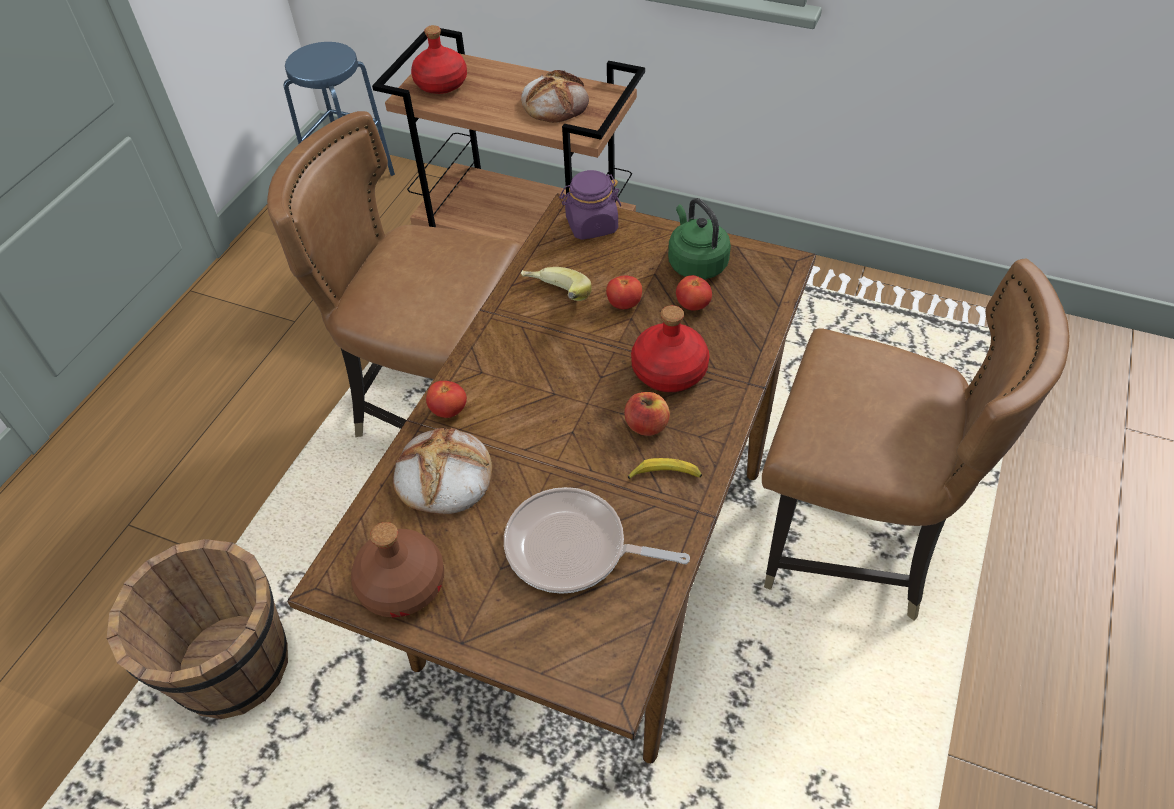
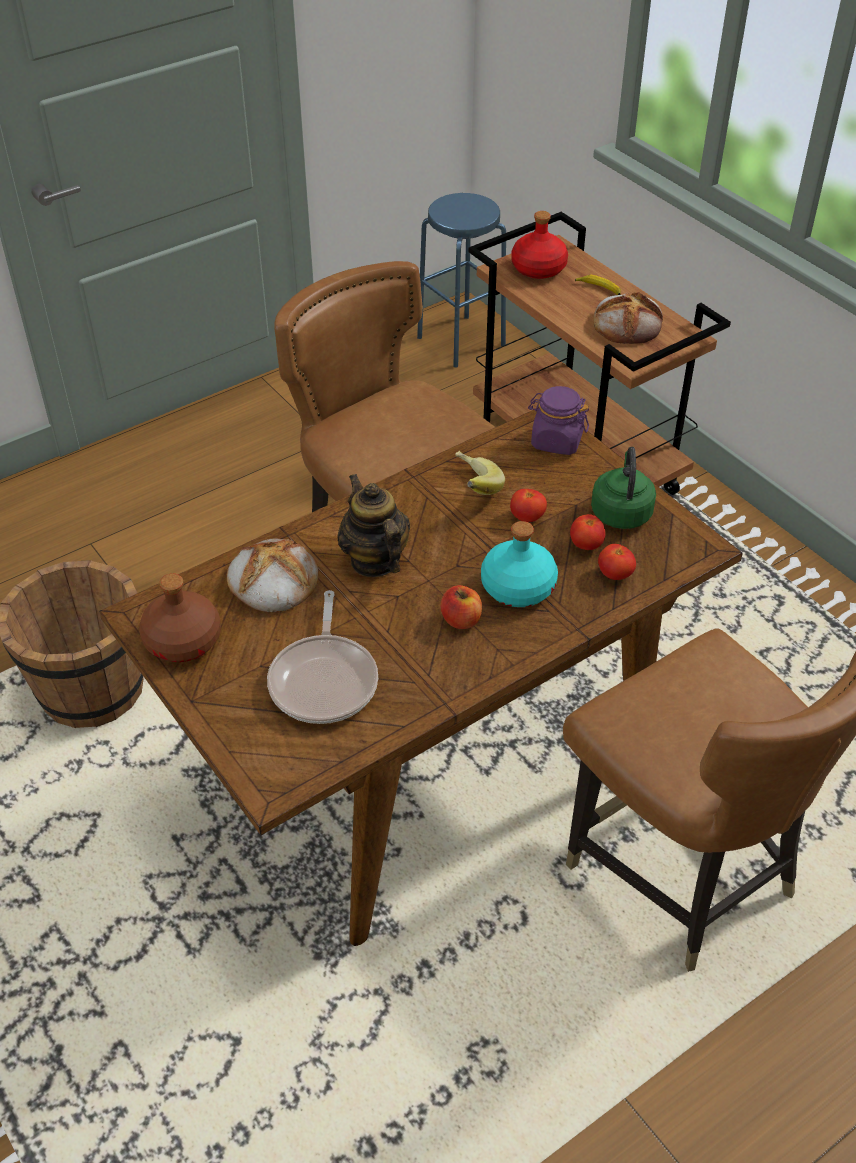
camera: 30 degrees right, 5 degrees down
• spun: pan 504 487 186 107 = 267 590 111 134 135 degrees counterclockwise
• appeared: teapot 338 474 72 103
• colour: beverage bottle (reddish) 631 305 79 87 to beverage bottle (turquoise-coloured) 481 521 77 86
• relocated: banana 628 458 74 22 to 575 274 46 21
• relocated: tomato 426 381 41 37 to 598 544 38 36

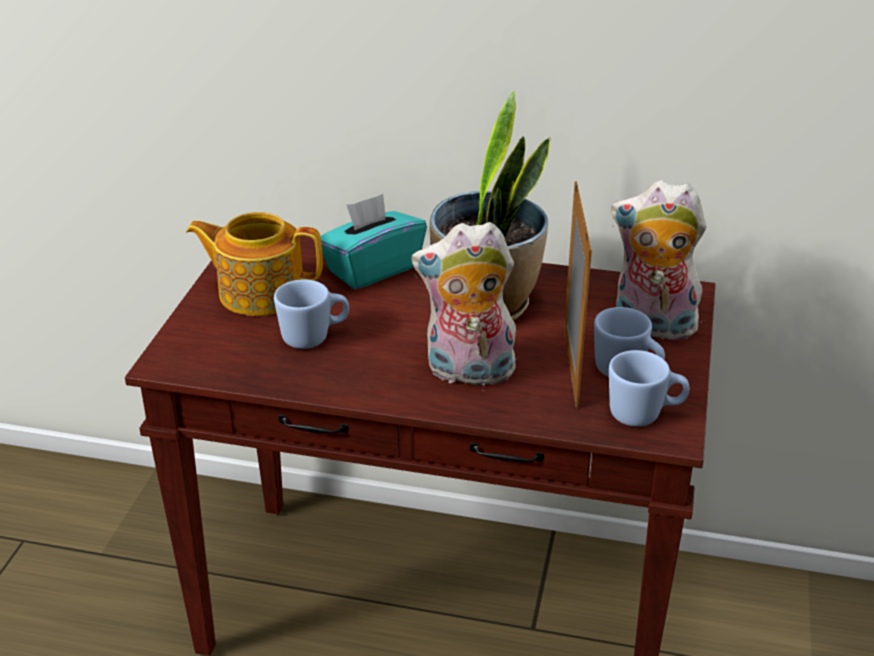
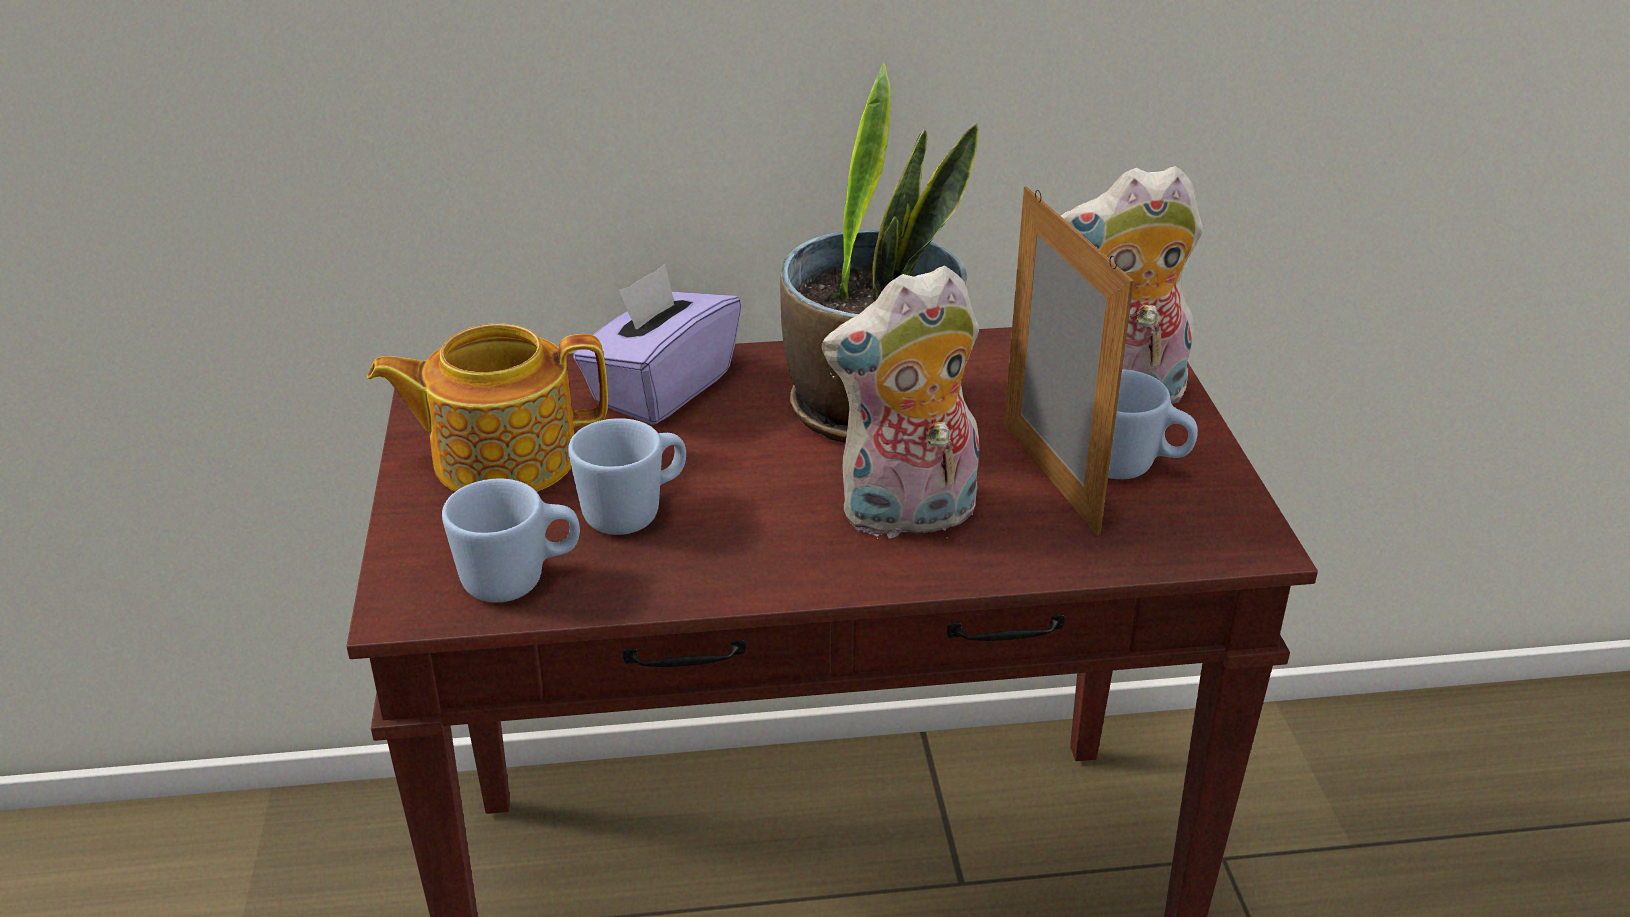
camera: 20 degrees left, 0 degrees up
• relocated: coffee mug (blue-coloured) 609 350 80 77 to 442 479 138 124
• colour: tissue box (turquoise-coloured) 320 194 107 95 to tissue box (purple-coloured) 573 264 169 161

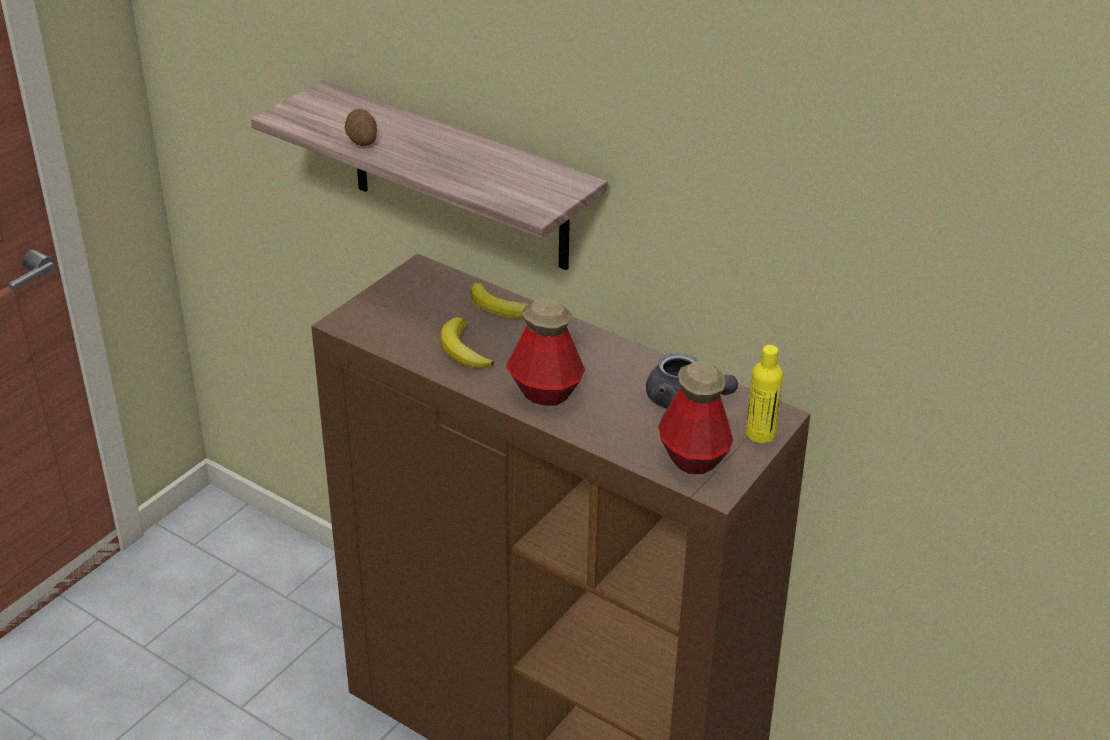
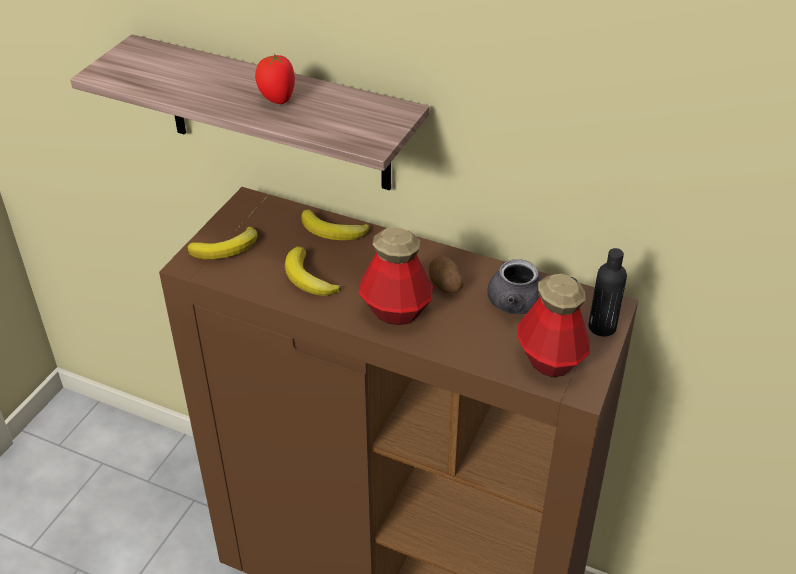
camera: 10 degrees left, 5 degrees up
• appeared: banana 187 227 71 32
• appeared: tomato 255 53 40 51
• relocated: potato 344 109 33 37 to 429 256 35 38
• colour: beverage bottle (yellow) 745 345 38 98 to beverage bottle (blackish) 589 248 38 89

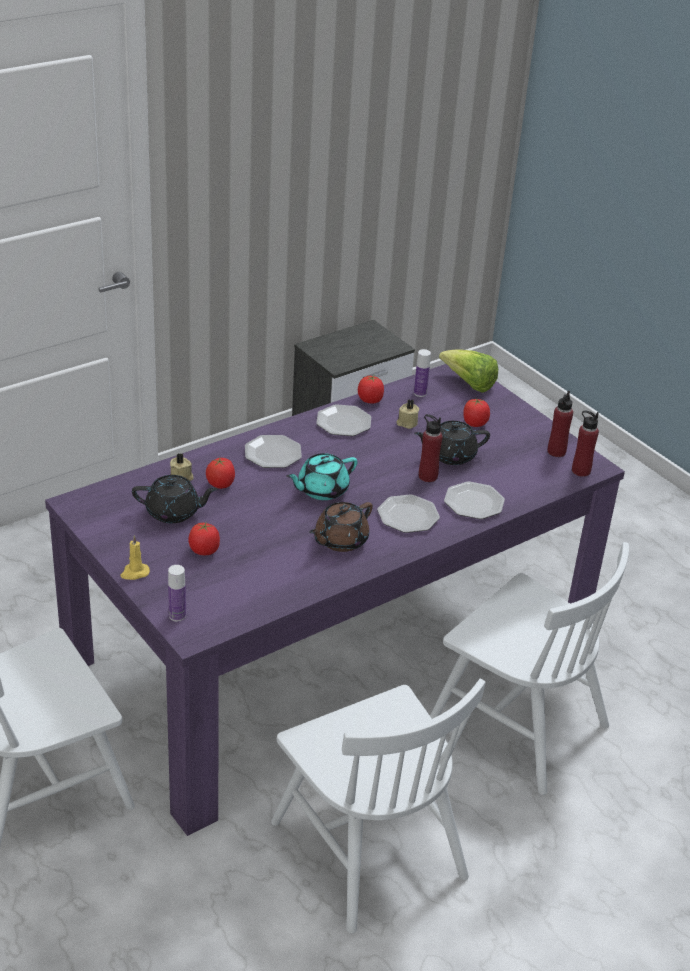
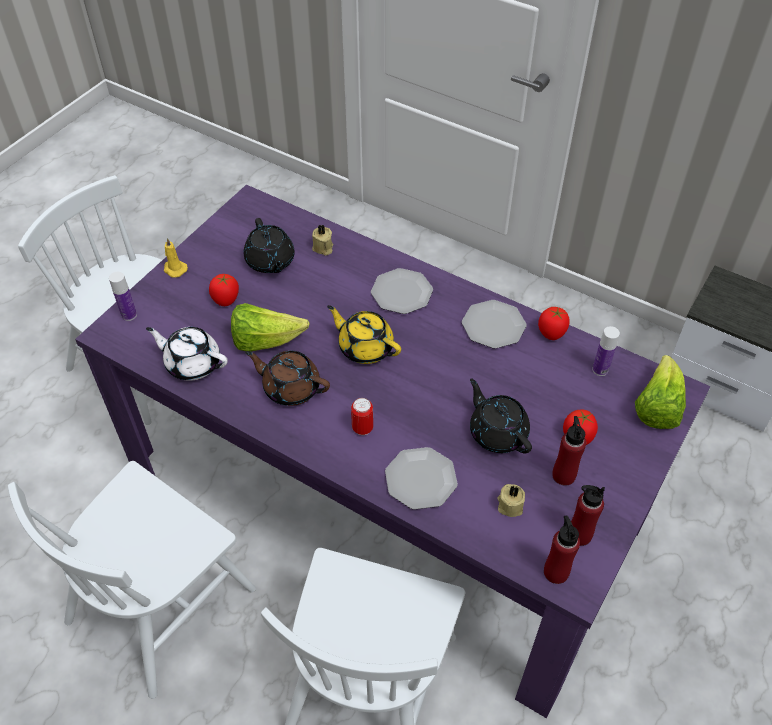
camera: 70 degrees right, 15 degrees up
• appeared: teapot (whitish) 146 327 82 54
• appeared: lettuce head 231 303 79 49
• colour: teapot (turquoise-coloured) 286 453 72 47 to teapot (yellow) 327 305 74 59
• exchanged: plate 377 494 63 39 to can 351 398 22 37
• relocated: candle (beige-coloured) 396 399 23 30 to 497 484 28 33
• relocated: beverage bottle (reddish) 419 414 24 68 to 552 416 34 70
• missing: tomato 206 458 29 31

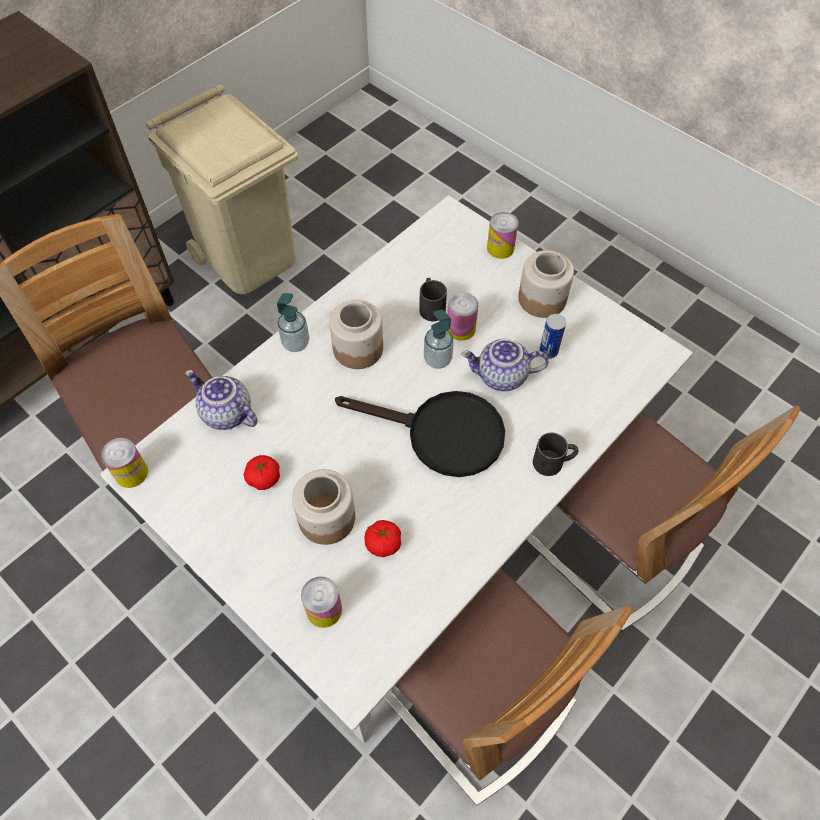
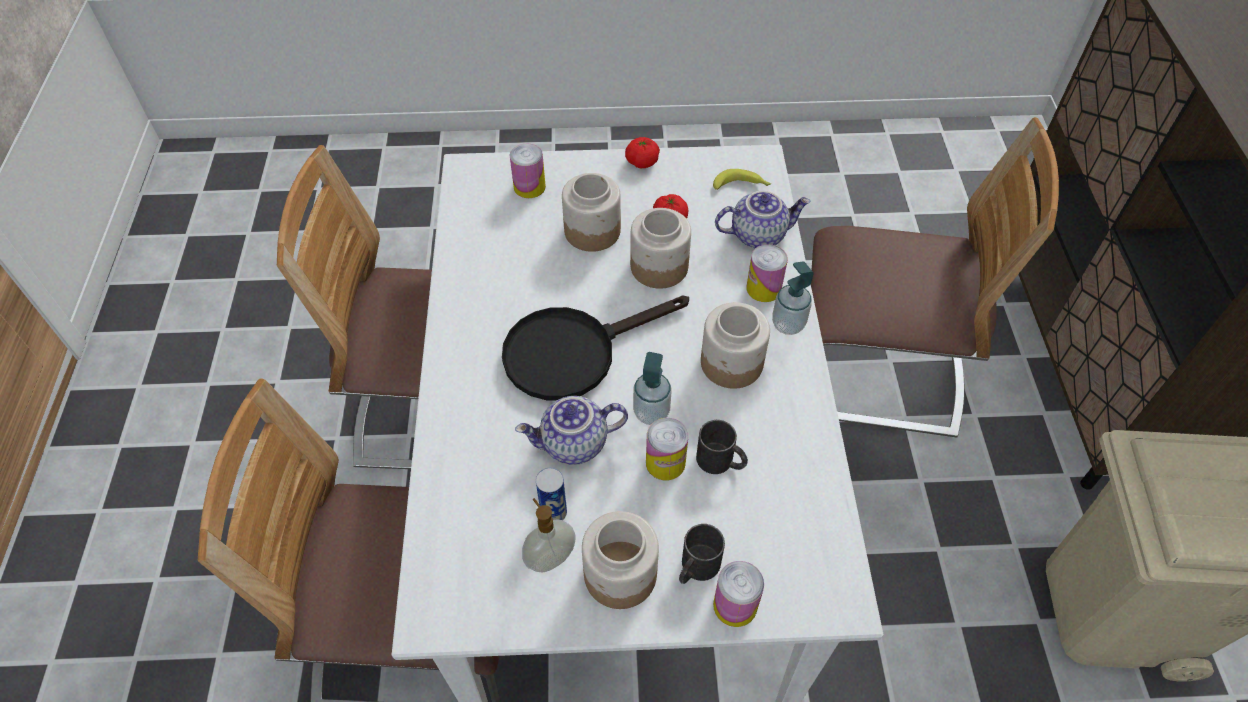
camera: 135 degrees right, 5 degrees down
• spun: teapot 461 339 87 52 = 515 396 113 69 150 degrees counterclockwise
• appeared: soap dispenser 522 498 54 74
• relocated: tomato 364 520 37 37 to 625 137 35 31
• appeared: jar 630 208 61 81
• relocated: coffee mug (blackish) 533 432 46 44 to 679 524 46 60
• appeared: banana 713 169 58 21
• relocated: can 101 438 47 50 to 746 244 42 58

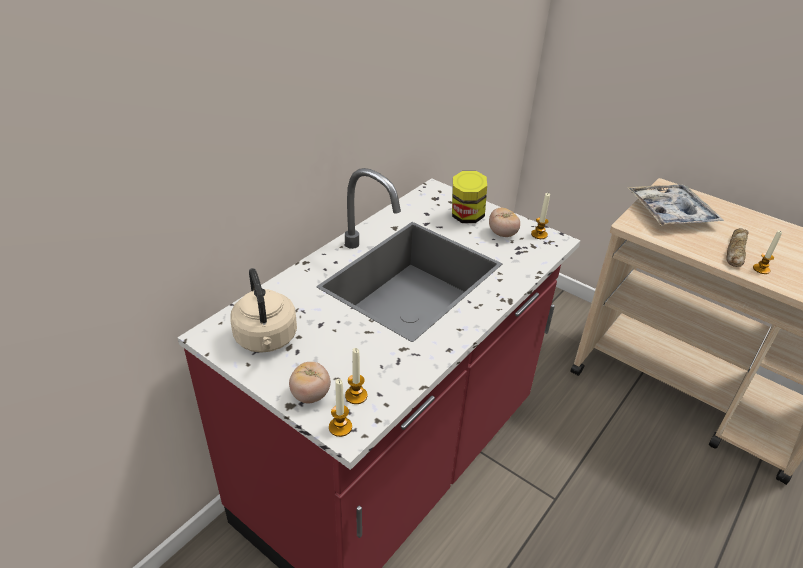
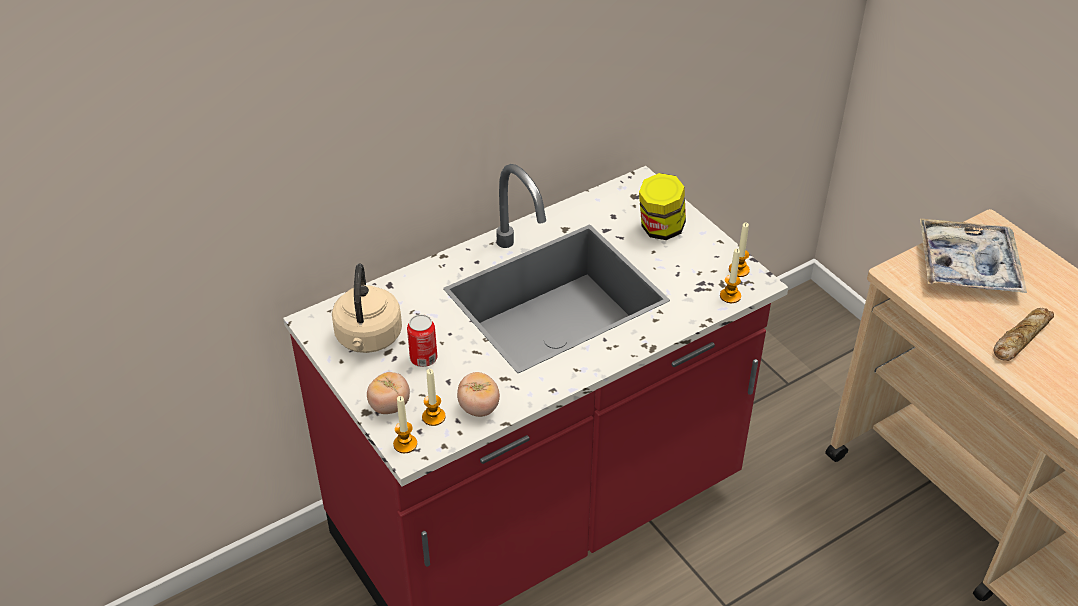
camera: 20 degrees right, 5 degrees up
• appeared: can 407 314 30 53
• relocated: tomato 489 207 31 30 to 457 372 43 45
• relocated: candle 753 230 29 44 to 720 248 21 55

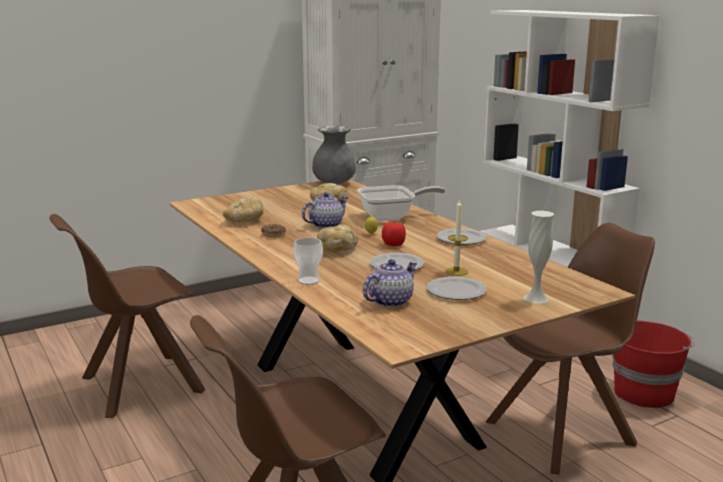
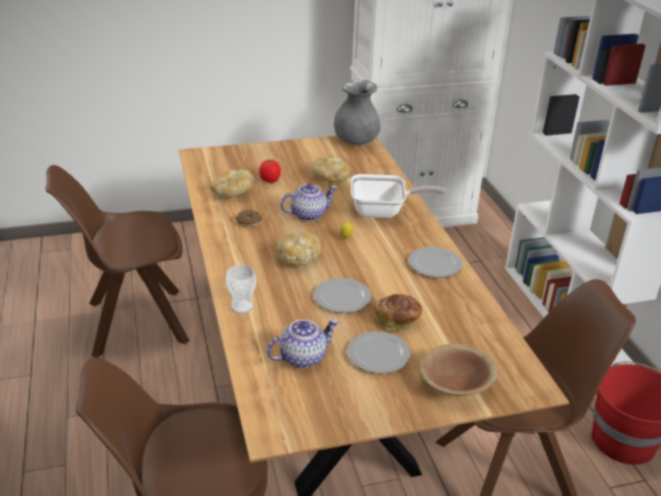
camera: 15 degrees right, 15 degrees up
• relocated: tomato 382 221 24 25 to 259 159 22 24
• exchanged: candle 445 199 23 77 to bread 374 294 48 37
• exchanged: vase (whitish) 524 211 30 92 to serving bowl (brown) 420 343 77 53

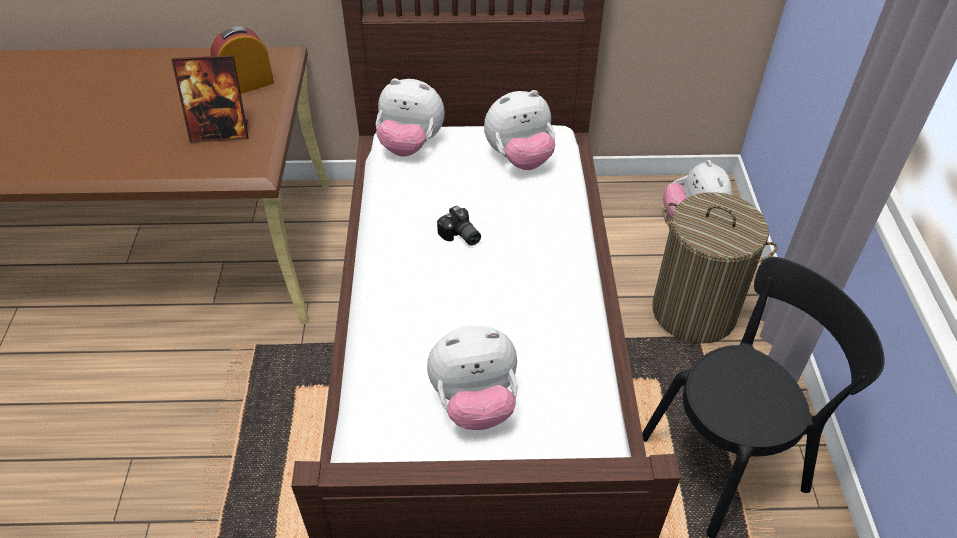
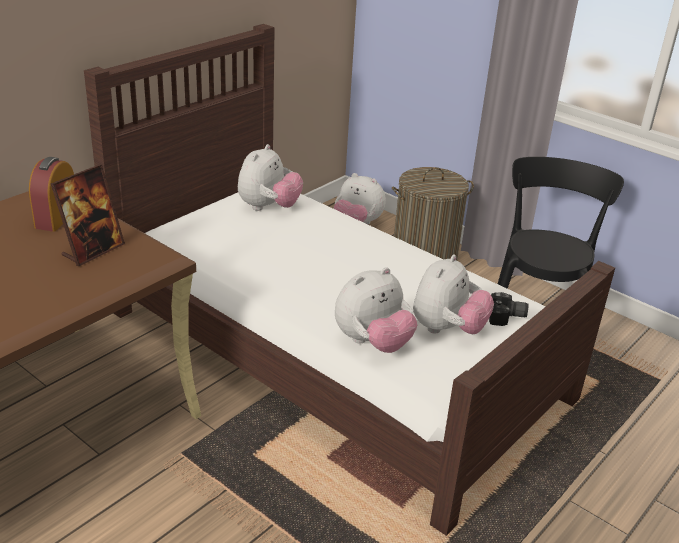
camera: 50 degrees left, 15 degrees down
• relocated: soft toy 376 78 69 78 to 335 267 82 86
• relocated: still camera 437 206 44 40 to 489 292 39 34

